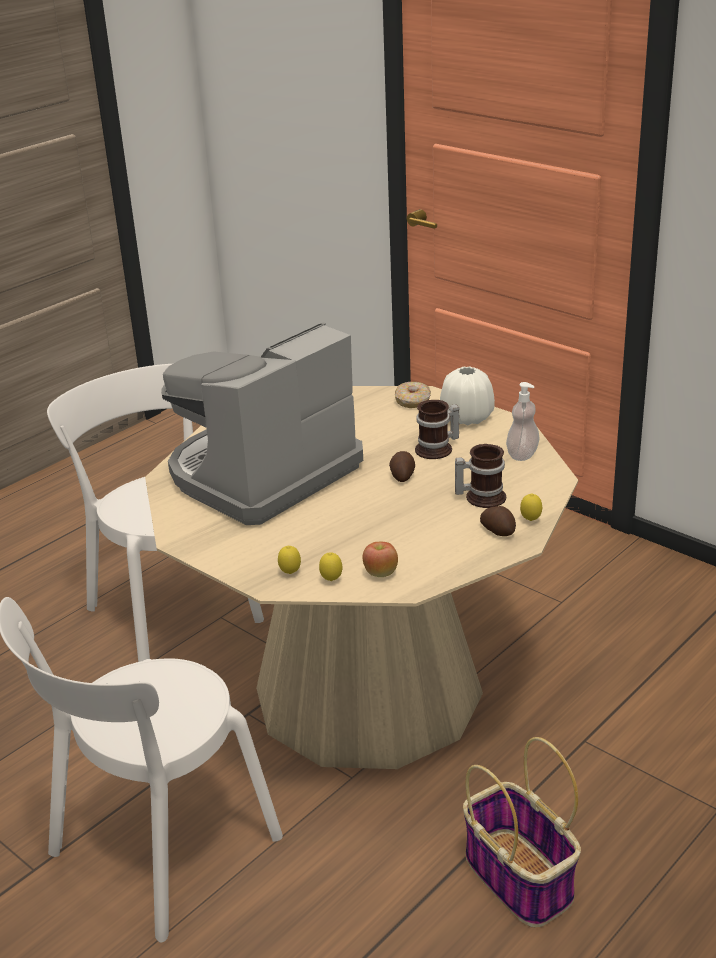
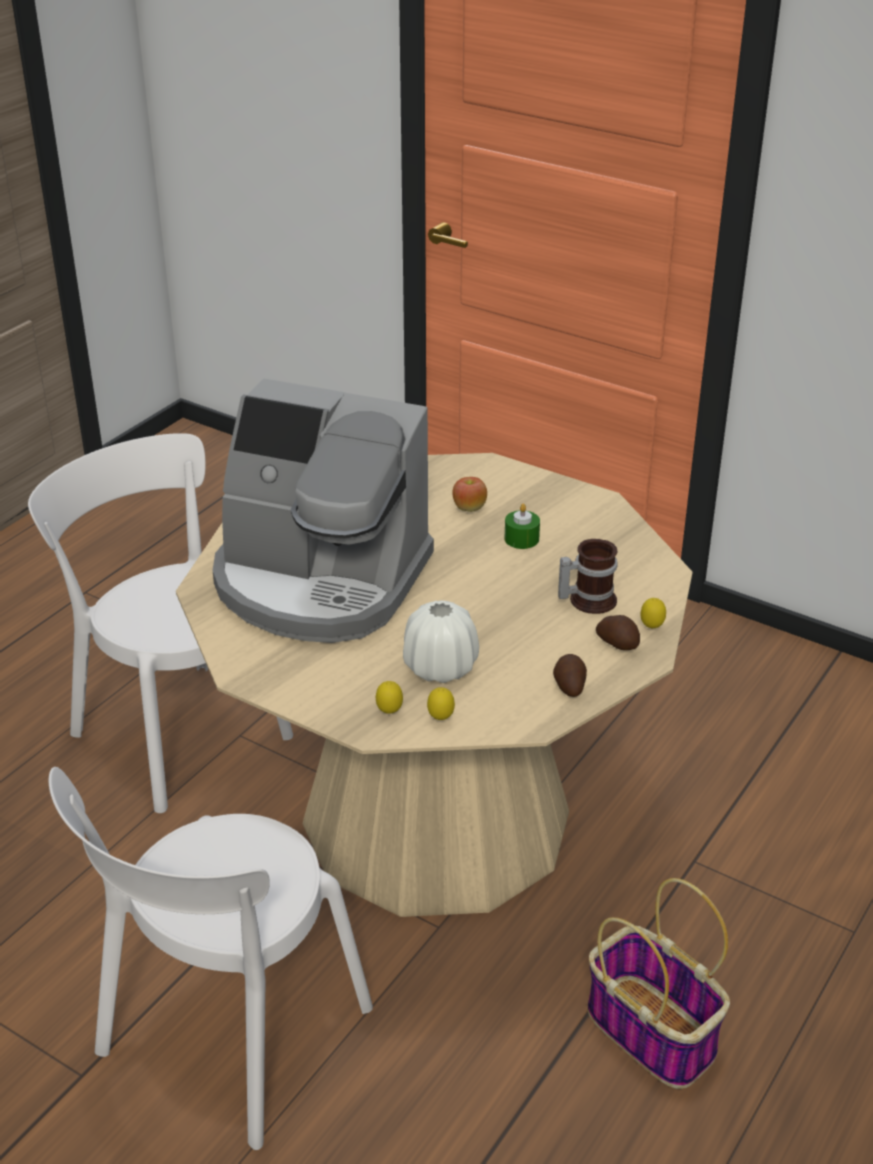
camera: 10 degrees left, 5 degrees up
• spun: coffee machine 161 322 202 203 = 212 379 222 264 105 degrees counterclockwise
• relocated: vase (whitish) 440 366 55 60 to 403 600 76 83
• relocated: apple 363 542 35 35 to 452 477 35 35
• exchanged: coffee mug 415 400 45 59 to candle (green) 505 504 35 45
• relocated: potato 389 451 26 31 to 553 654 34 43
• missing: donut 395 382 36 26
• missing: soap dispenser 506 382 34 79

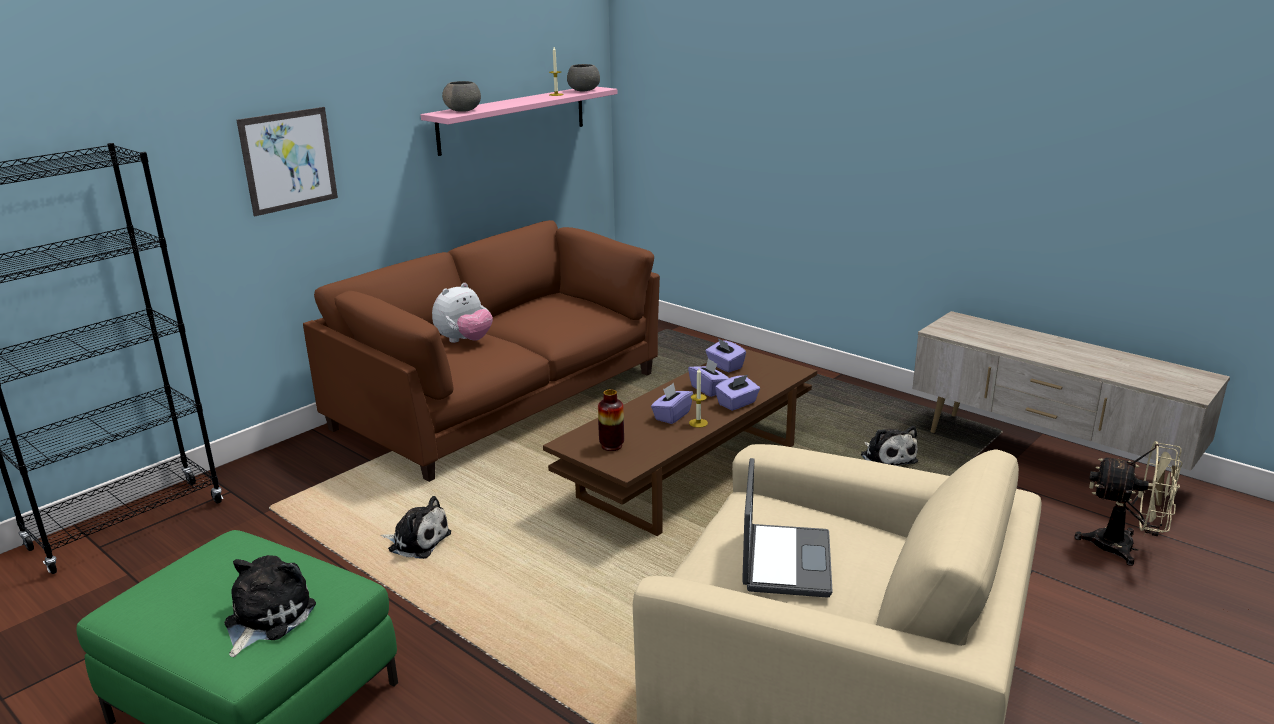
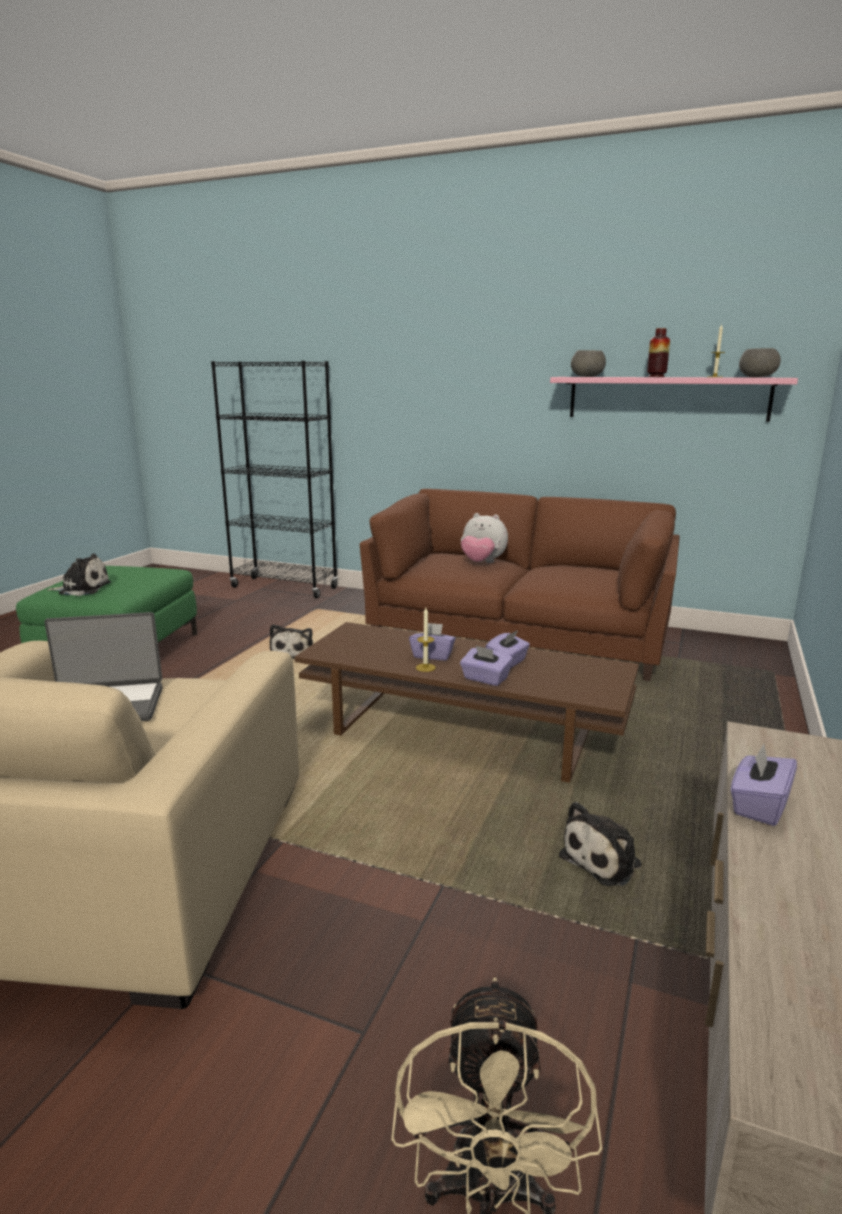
camera: 70 degrees right, 5 degrees down
• relocated: vase 598 389 26 62 to 647 328 23 49
• relocated: tissue box (purple-coloured) 706 338 40 34 to 731 744 66 82
• missing: wall art 237 107 101 109

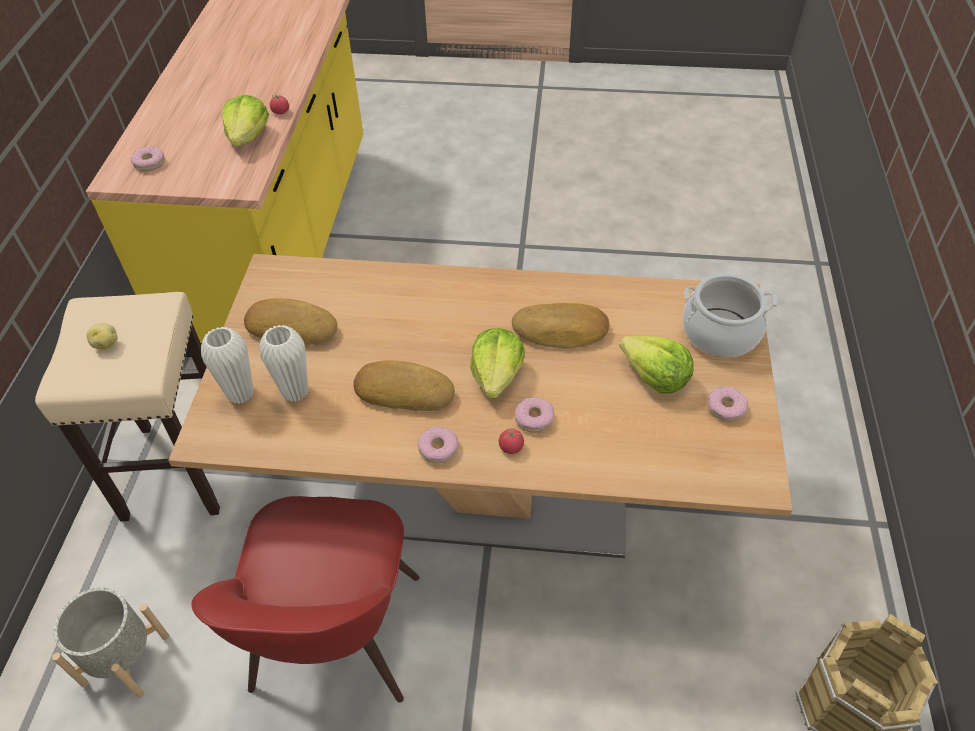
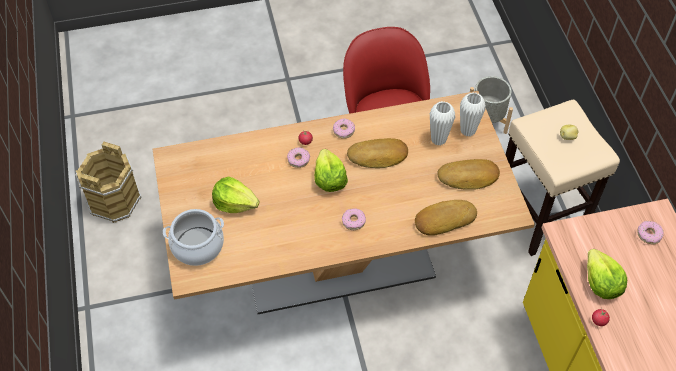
camera: 160 degrees right, 5 degrees up
• relocated: donut 707 387 41 34 to 342 208 24 22
• relocated: bread 512 303 97 45 to 415 200 62 36

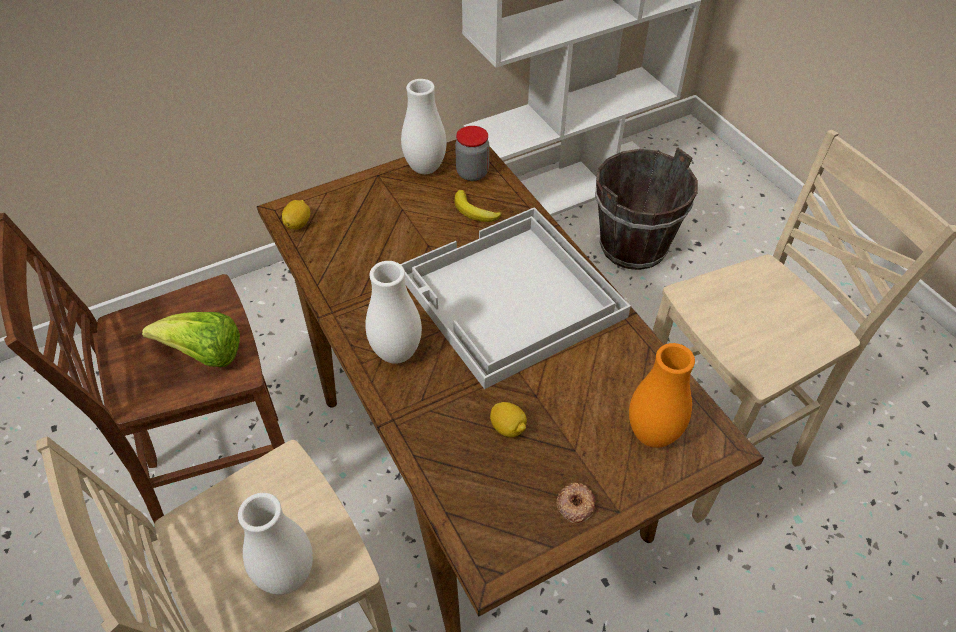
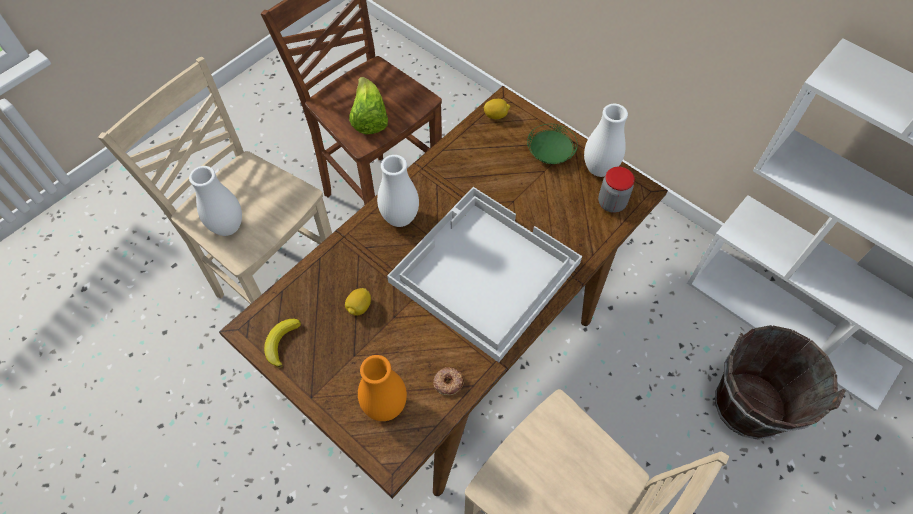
camera: 70 degrees right, 10 degrees up
• relocated: banana 454 190 47 32 to 264 319 37 49
• relocated: donut 556 482 39 42 to 433 367 31 28
• appeared: plate (green) 527 124 51 40

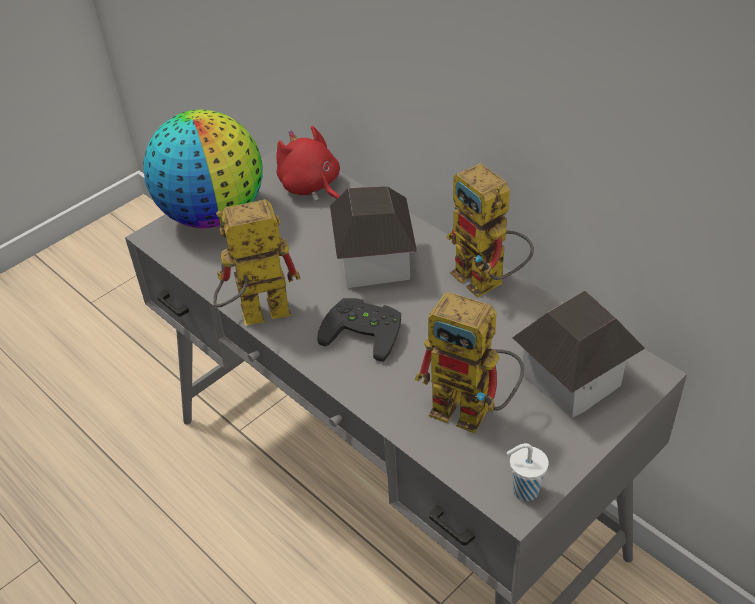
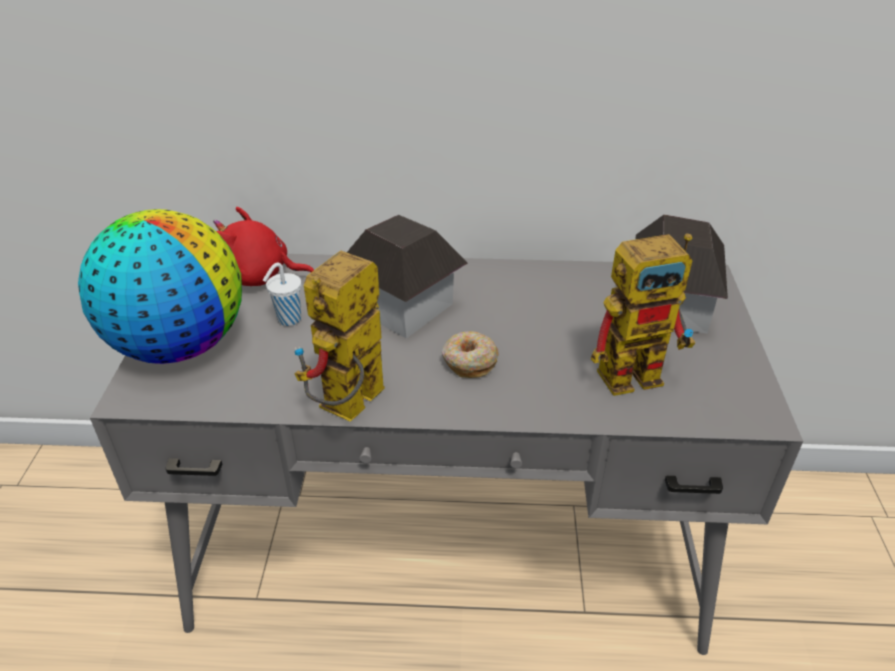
camera: 45 degrees left, 5 degrees down
• relocated: drinking cup (whitish) 506 443 43 58 to 263 263 38 63
• exchanged: joypad (blackish) 317 298 84 64 to donut 442 331 57 47
• missing: model robot 447 163 87 134

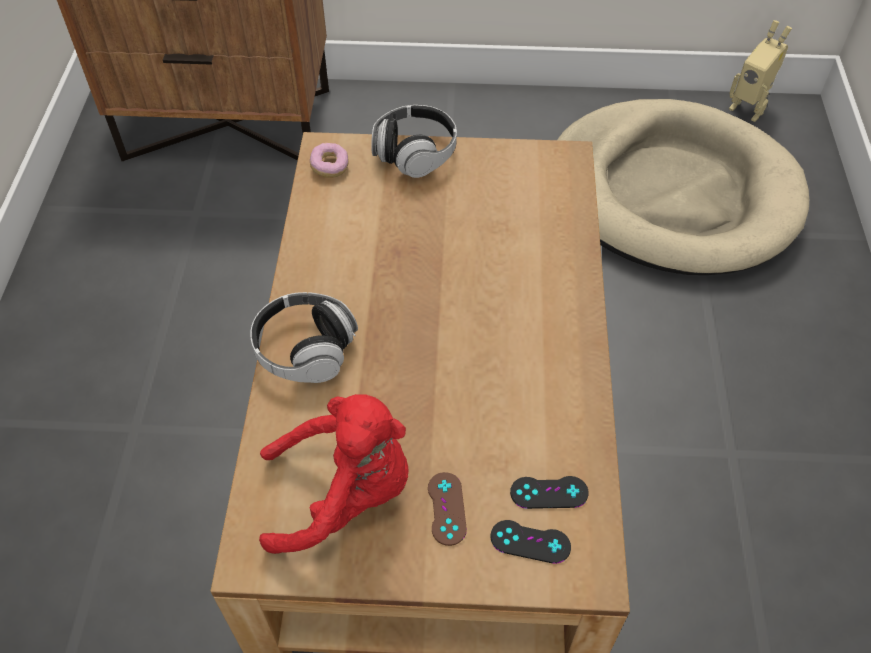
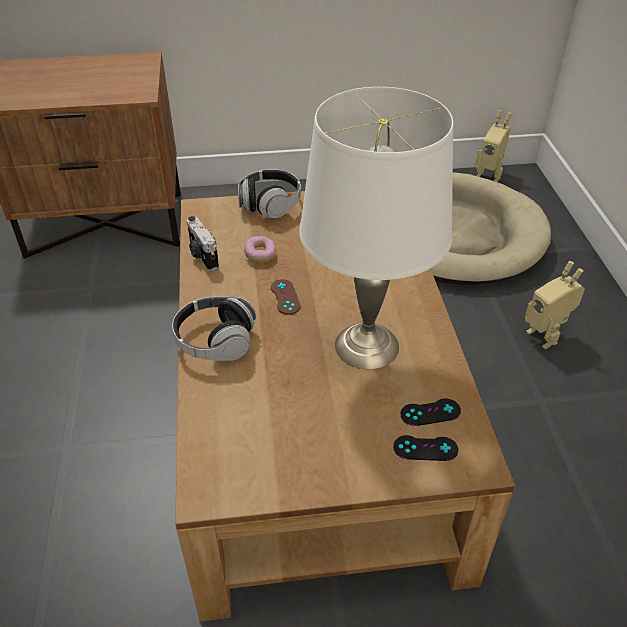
camera: 10 degrees left, 10 degrees down
• appeared: still camera 187 216 32 55
• relocated: donut 310 143 39 35 to 244 236 32 27
• relocated: joypad (brown) 428 472 39 74 to 271 279 30 36
• appeared: lamp for a table (whitish) 299 87 155 282
• appeared: model robot 525 261 60 88
• missing: soft toy (reddish) 259 394 150 160

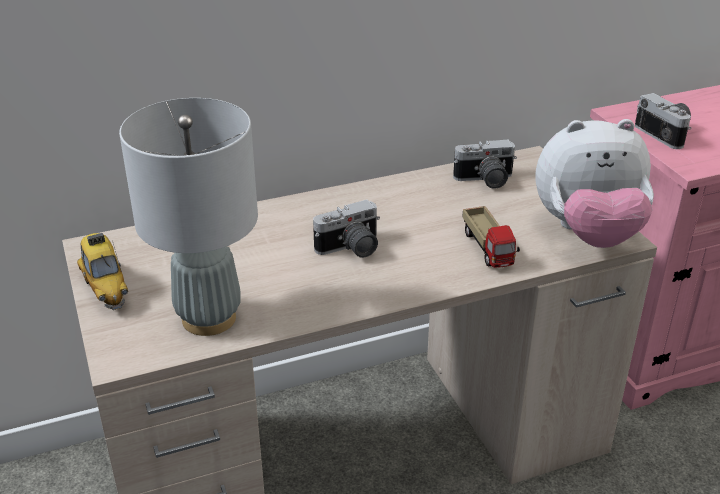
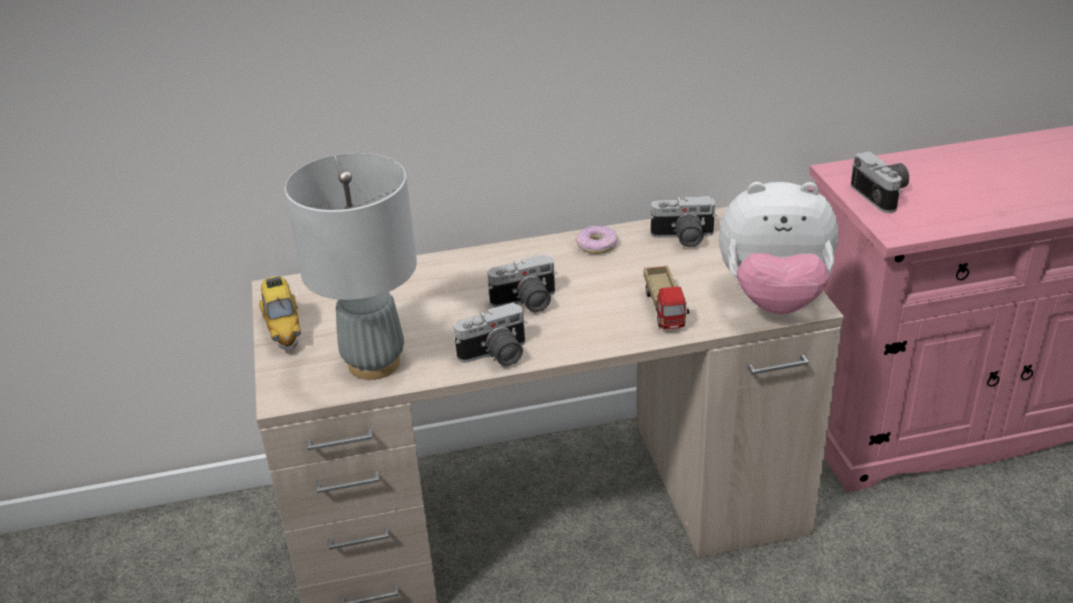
camera: 10 degrees right, 0 degrees up
• appeared: still camera 454 303 74 63
• appeared: donut 576 226 42 28

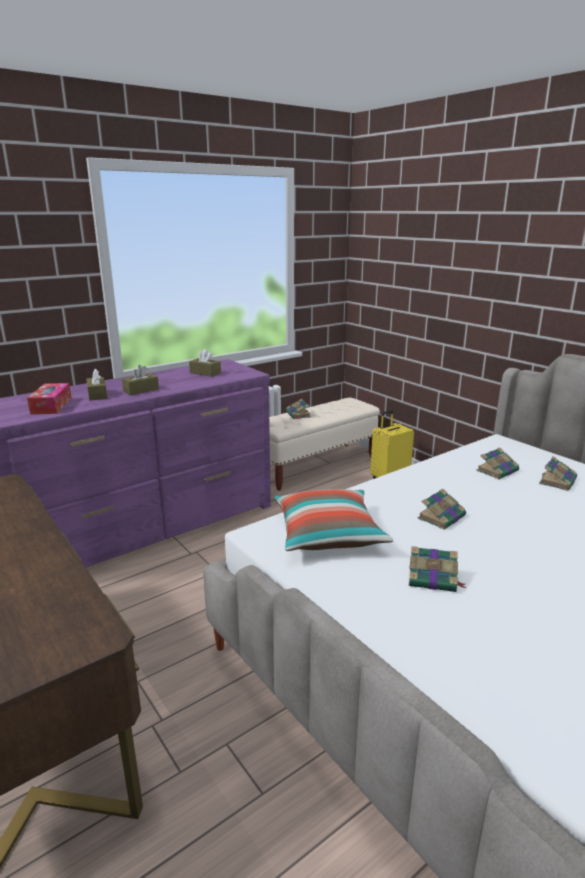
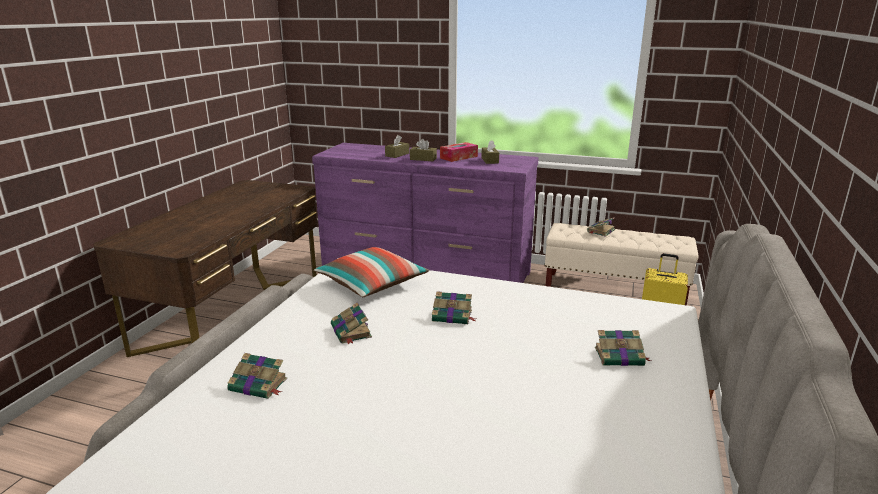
camera: 55 degrees right, 0 degrees up
• relocated: bound book 476 447 43 33 to 227 353 60 46
• relocated: tissue box 27 383 44 31 to 440 142 38 20

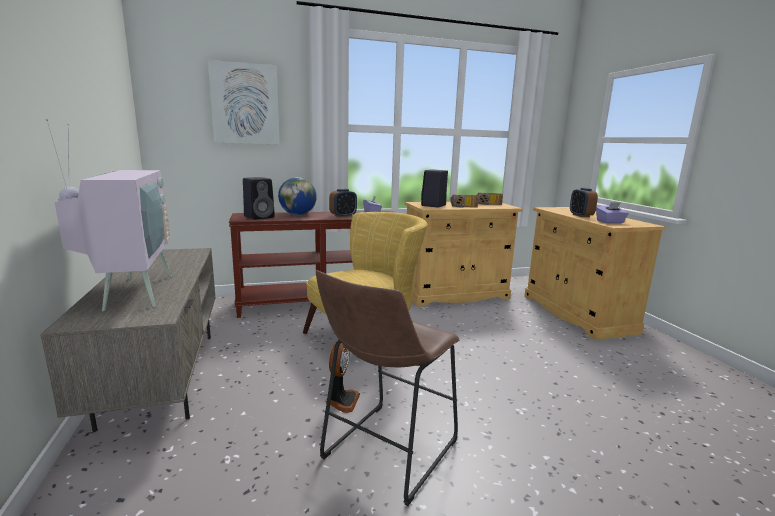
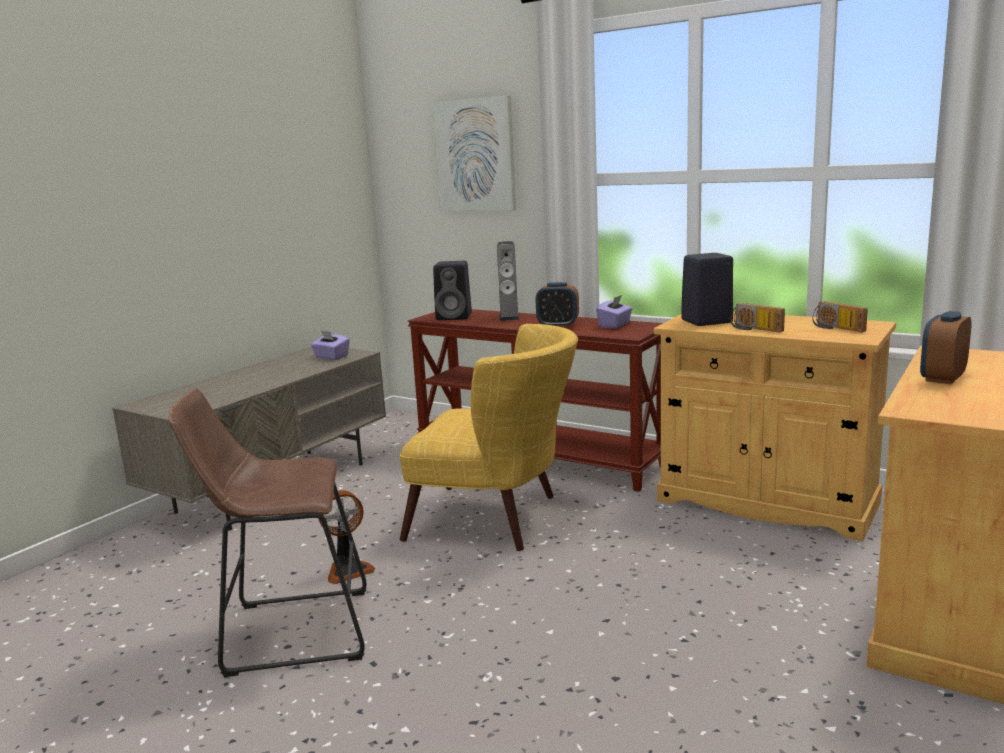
camera: 50 degrees right, 0 degrees up
• relocated: tissue box (purple-coloured) 596 202 33 21 to 310 331 40 29
• exchanged: globe 278 177 39 38 to loudspeaker 497 241 22 80
• missing: television 46 119 126 192

